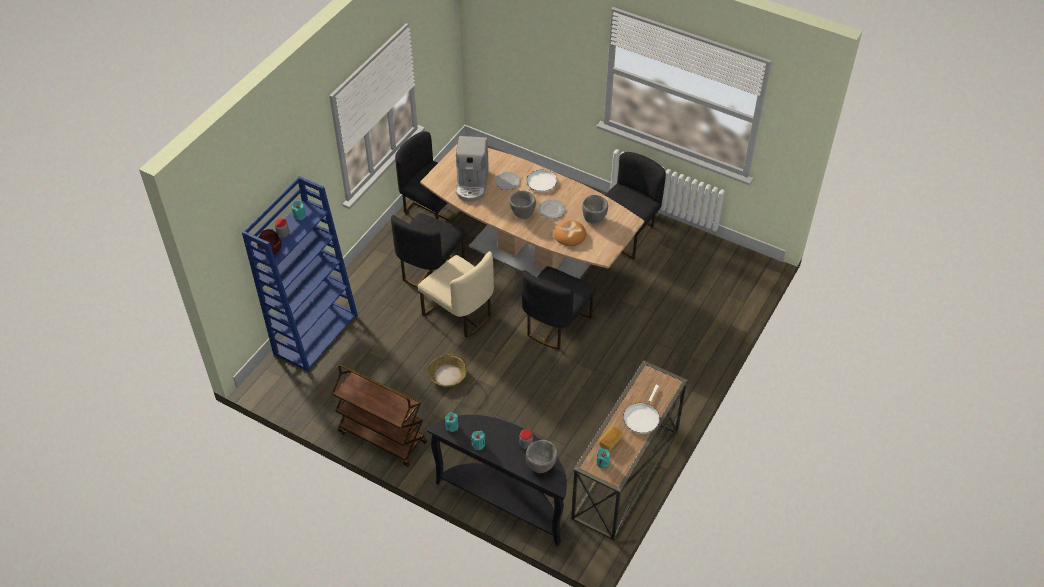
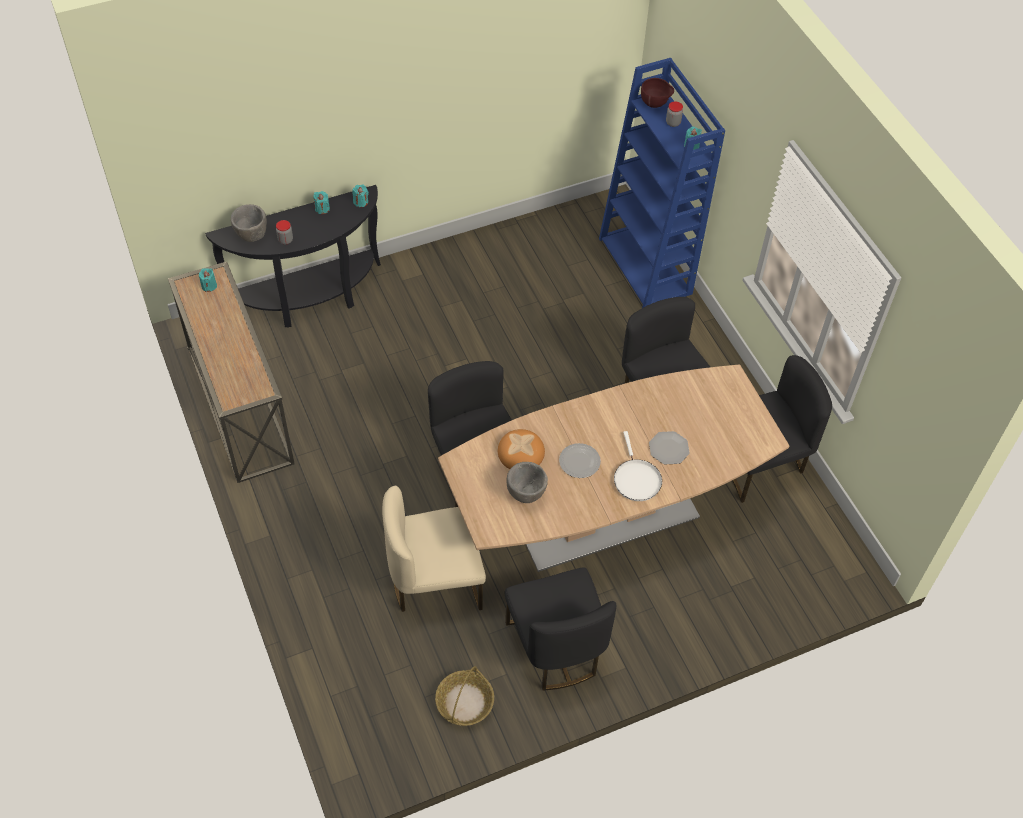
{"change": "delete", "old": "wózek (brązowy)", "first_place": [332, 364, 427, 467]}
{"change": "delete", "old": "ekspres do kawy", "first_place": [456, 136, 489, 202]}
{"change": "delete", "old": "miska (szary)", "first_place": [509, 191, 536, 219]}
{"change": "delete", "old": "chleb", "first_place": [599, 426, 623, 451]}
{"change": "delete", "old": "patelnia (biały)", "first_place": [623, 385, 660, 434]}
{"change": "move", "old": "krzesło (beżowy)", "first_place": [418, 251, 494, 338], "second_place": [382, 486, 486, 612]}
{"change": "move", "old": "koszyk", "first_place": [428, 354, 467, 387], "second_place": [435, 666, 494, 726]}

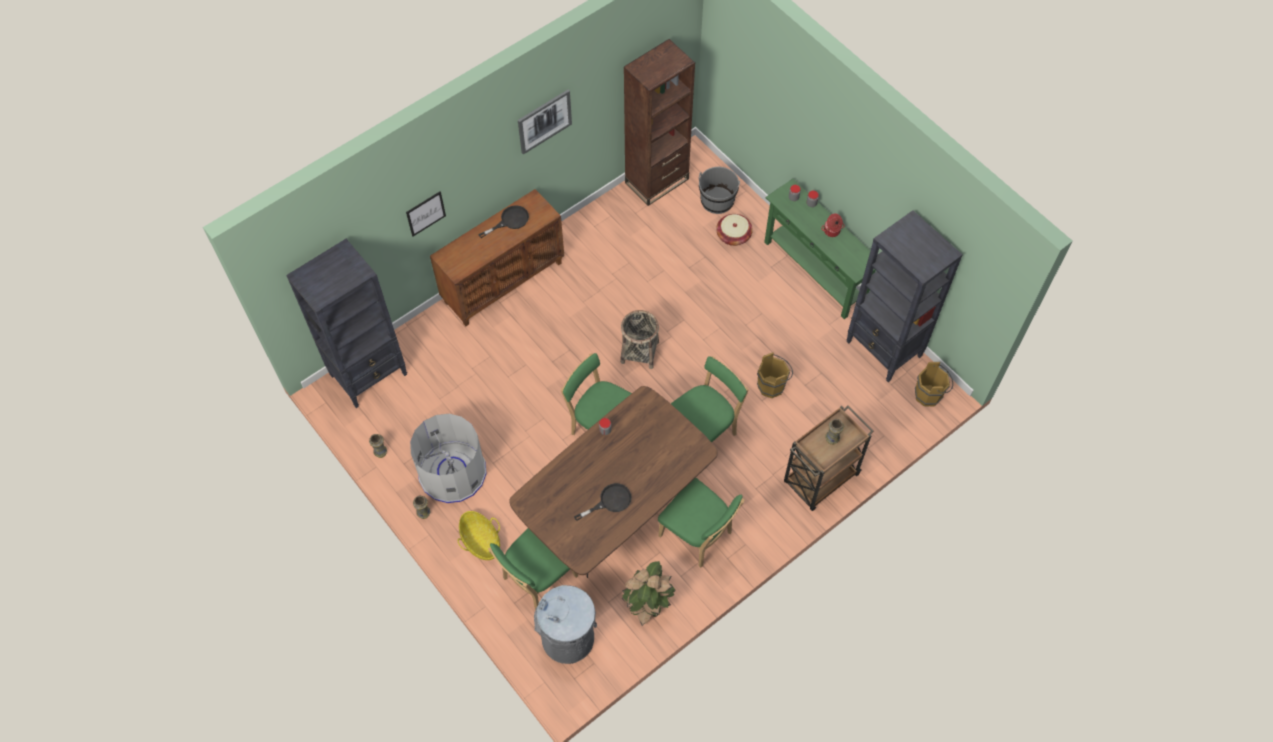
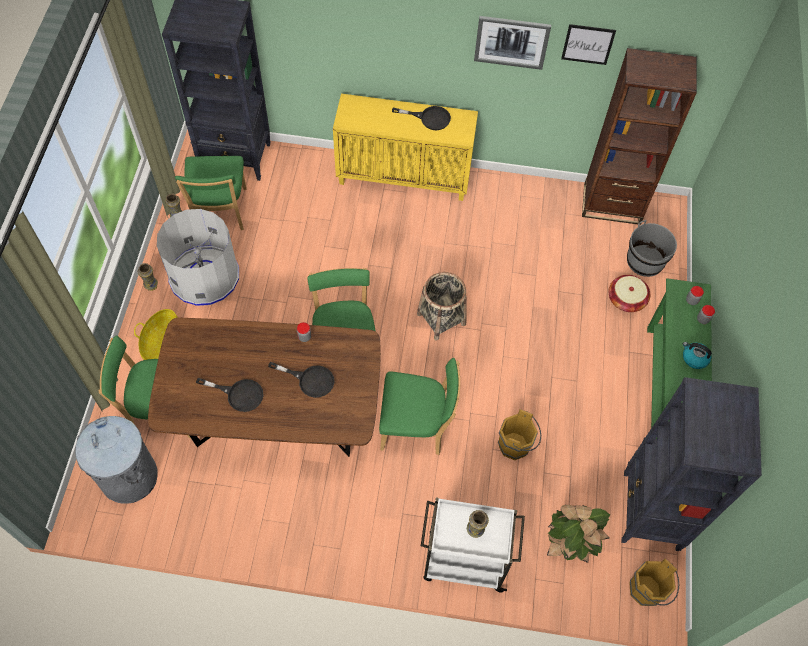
{"change": "insert", "new": "patelnia (czarny)", "second_place": [268, 362, 334, 398]}
{"change": "move", "old": "obraz", "first_place": [406, 192, 446, 236], "second_place": [561, 24, 616, 65]}
{"change": "move", "old": "roślina doniczkowa", "first_place": [622, 561, 675, 626], "second_place": [547, 505, 610, 563]}
{"change": "move", "old": "krzesło (zielony)", "first_place": [658, 478, 745, 568], "second_place": [175, 156, 247, 230]}
{"change": "replace", "old": "garnek", "new": "czajnik", "first_place": [821, 214, 845, 237], "second_place": [683, 342, 712, 369]}
{"change": "recolor", "old": "szafka (brązowy)", "new": "szafka (żółty)", "first_place": [430, 189, 564, 326], "second_place": [333, 93, 478, 201]}
{"change": "recolor", "old": "wózek (brązowy)", "new": "wózek (biały)", "first_place": [784, 406, 874, 511], "second_place": [421, 497, 525, 593]}

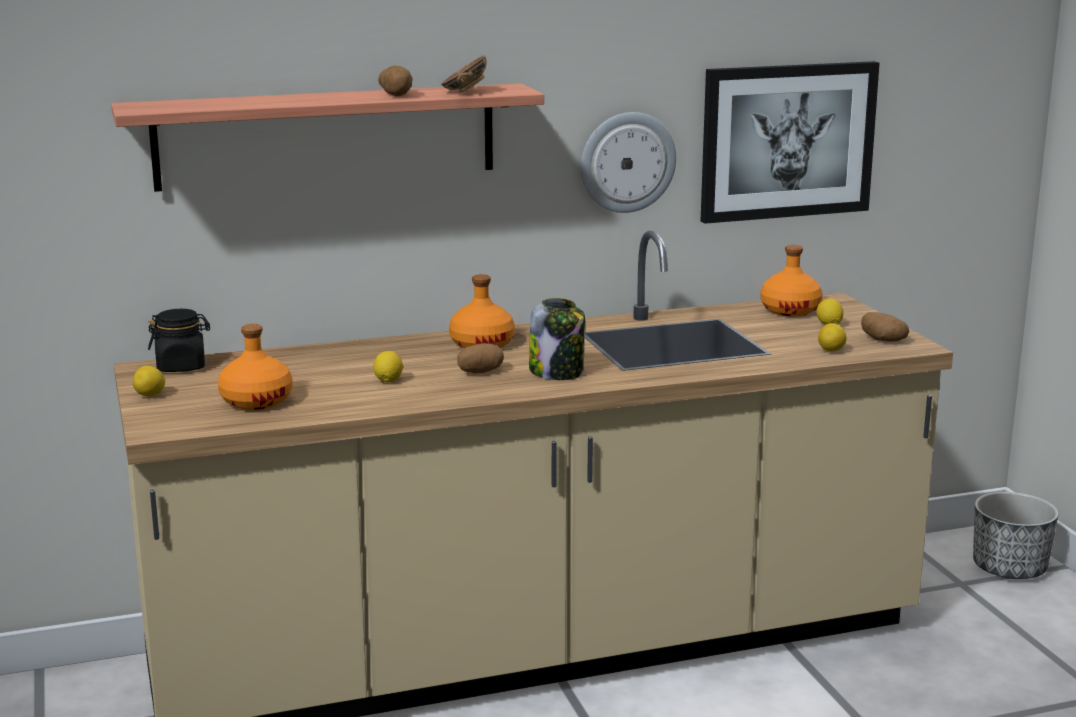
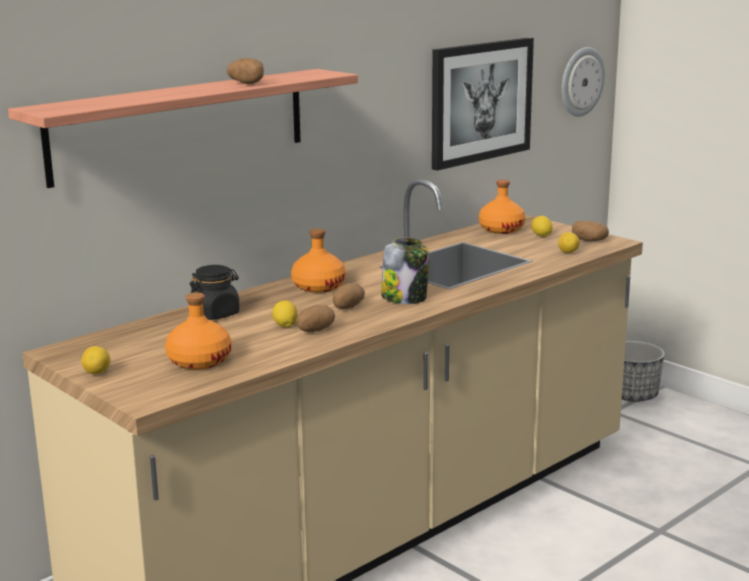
{"change": "delete", "old": "miska", "first_place": [441, 55, 486, 93]}
{"change": "insert", "new": "ziemniak", "second_place": [297, 305, 335, 332]}
{"change": "move", "old": "słoik (czarny)", "first_place": [148, 309, 210, 372], "second_place": [190, 265, 240, 320]}
{"change": "move", "old": "zegar ścienny", "first_place": [581, 112, 676, 213], "second_place": [562, 47, 605, 117]}

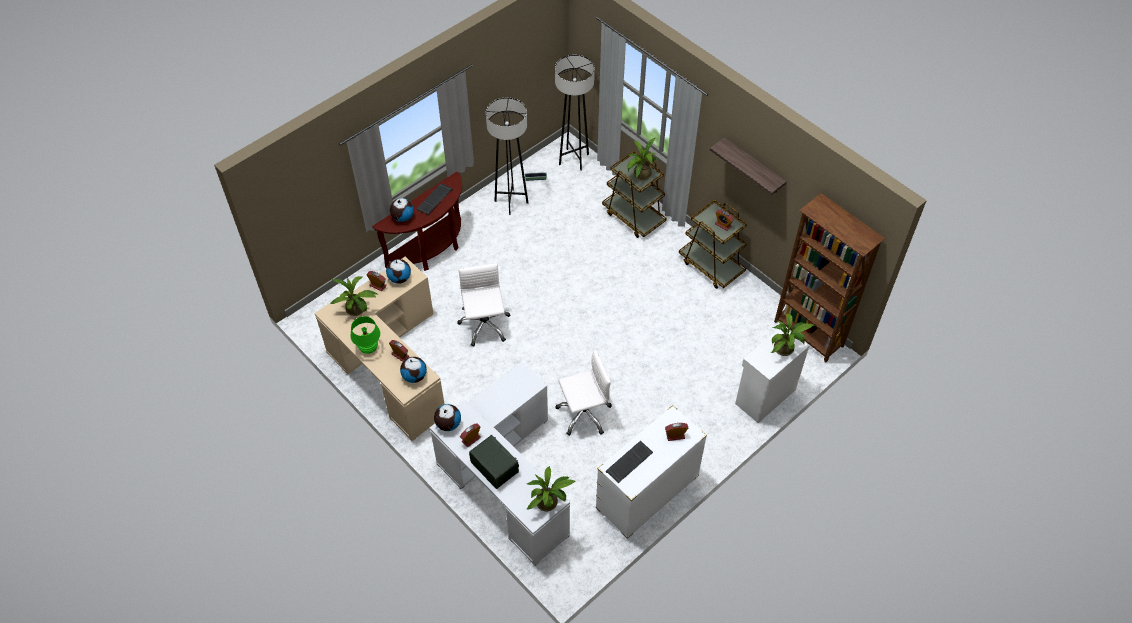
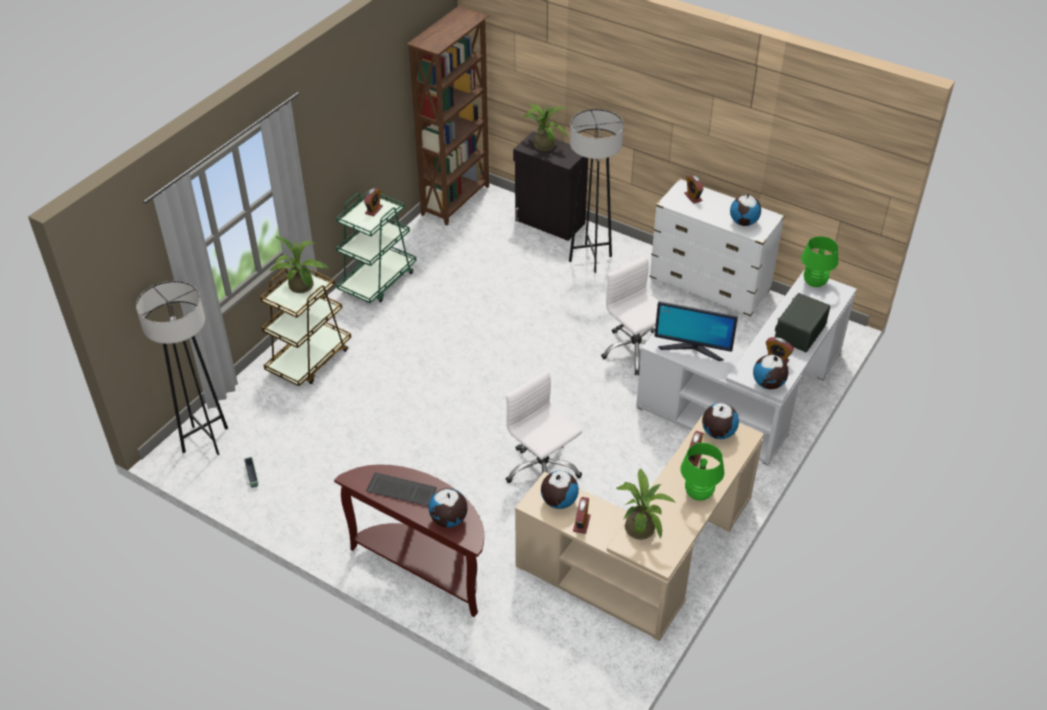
{"change": "delete", "old": "półka", "first_place": [710, 137, 787, 195]}
{"change": "insert", "new": "monitor", "second_place": [654, 301, 738, 361]}
{"change": "move", "old": "lampa stojąca (szary)", "first_place": [486, 98, 529, 215], "second_place": [569, 109, 624, 273]}
{"change": "replace", "old": "roślina doniczkowa", "new": "lampa stołowa (zielony)", "first_place": [527, 466, 576, 511], "second_place": [801, 236, 838, 287]}
{"change": "replace", "old": "klawiatura", "new": "globus", "first_place": [606, 440, 653, 483], "second_place": [730, 193, 761, 226]}
{"change": "recolor", "old": "wózek (brązowy)", "new": "wózek (zielony)", "first_place": [679, 199, 747, 289], "second_place": [336, 190, 416, 303]}
{"change": "recolor", "old": "szafka (biały)", "new": "szafka (czarny)", "first_place": [735, 328, 809, 423], "second_place": [513, 131, 588, 241]}
{"change": "rotate", "old": "krzesło biurowe (biały)", "first_place": [457, 263, 510, 346], "second_place": [506, 370, 582, 483], "degrees": 75}

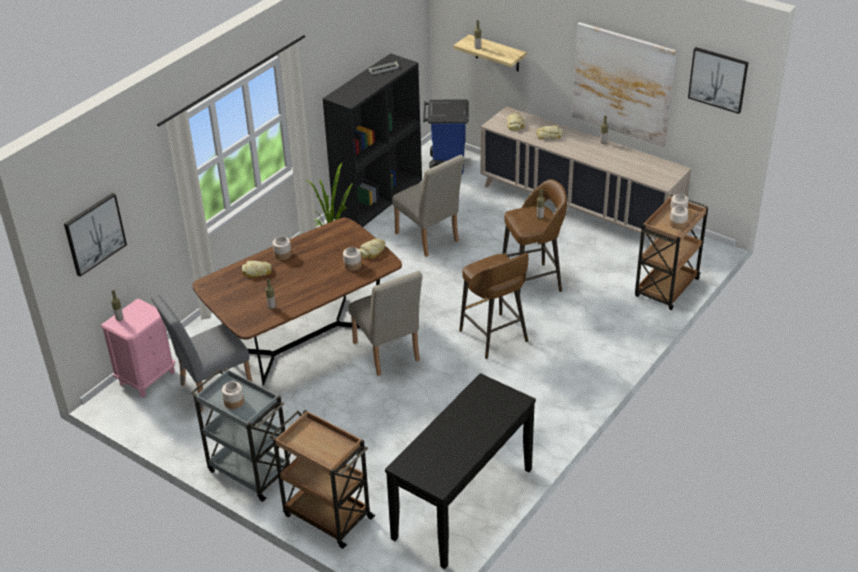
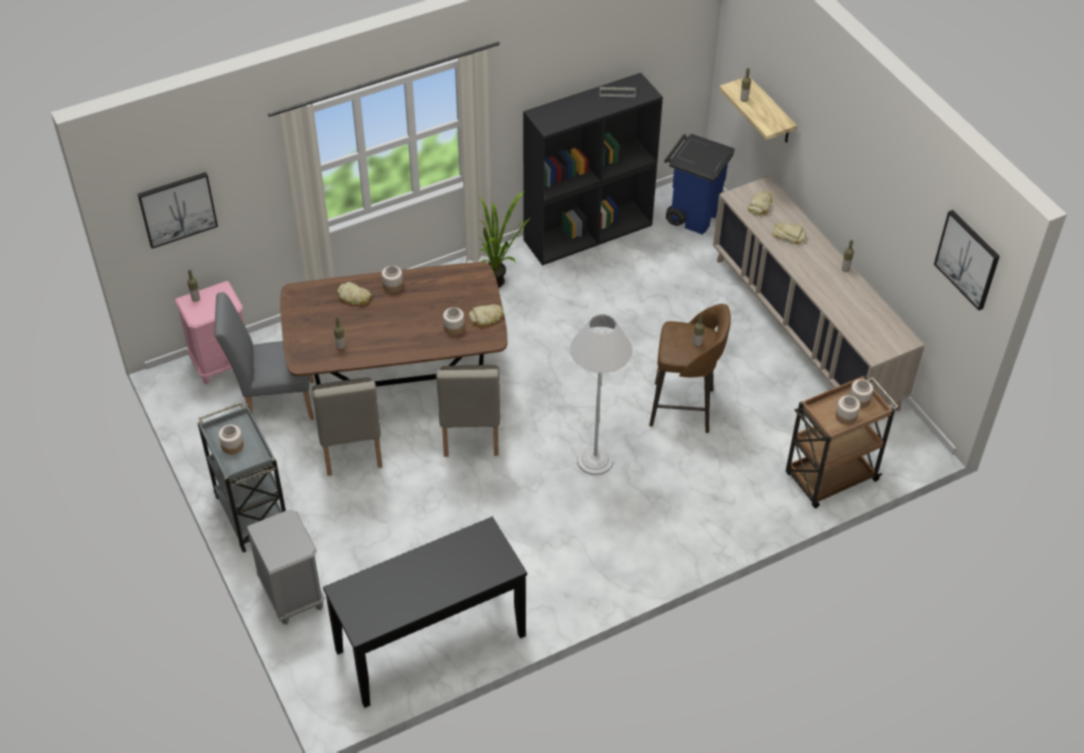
{"change": "delete", "old": "obraz", "first_place": [572, 22, 676, 147]}
{"change": "move", "old": "krzesło (beżowy)", "first_place": [392, 155, 465, 257], "second_place": [312, 377, 382, 476]}
{"change": "replace", "old": "wózek (brązowy)", "new": "szafka nocna (szary)", "first_place": [270, 410, 375, 549], "second_place": [246, 510, 325, 625]}
{"change": "replace", "old": "stołek (brązowy)", "new": "lampa stojąca (biały)", "first_place": [459, 253, 529, 359], "second_place": [570, 314, 632, 475]}

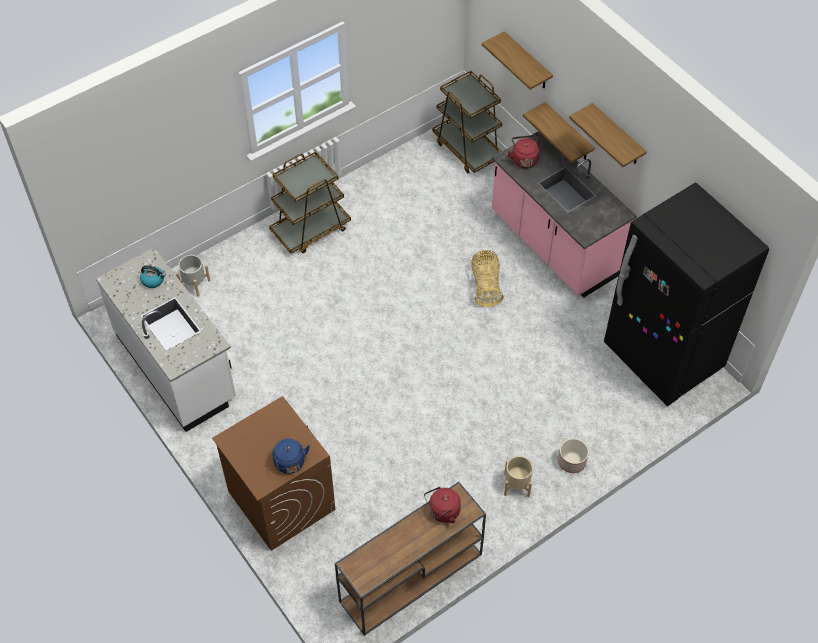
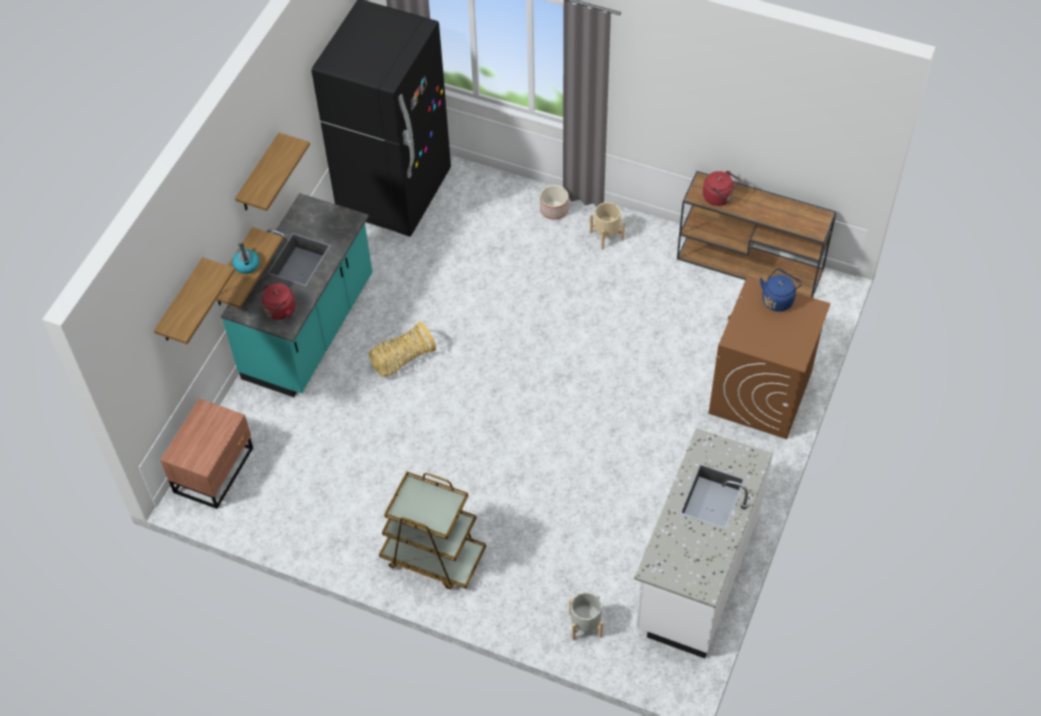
{"change": "move", "old": "czajnik", "first_place": [140, 265, 166, 288], "second_place": [232, 242, 260, 274]}
{"change": "replace", "old": "wózek (brązowy)", "new": "szafka nocna (brązowy)", "first_place": [433, 71, 502, 173], "second_place": [160, 399, 253, 509]}
{"change": "recolor", "old": "zabudowa kuchenna (różowy)", "new": "zabudowa kuchenna (turkusowy)", "first_place": [492, 131, 637, 298], "second_place": [221, 193, 372, 397]}

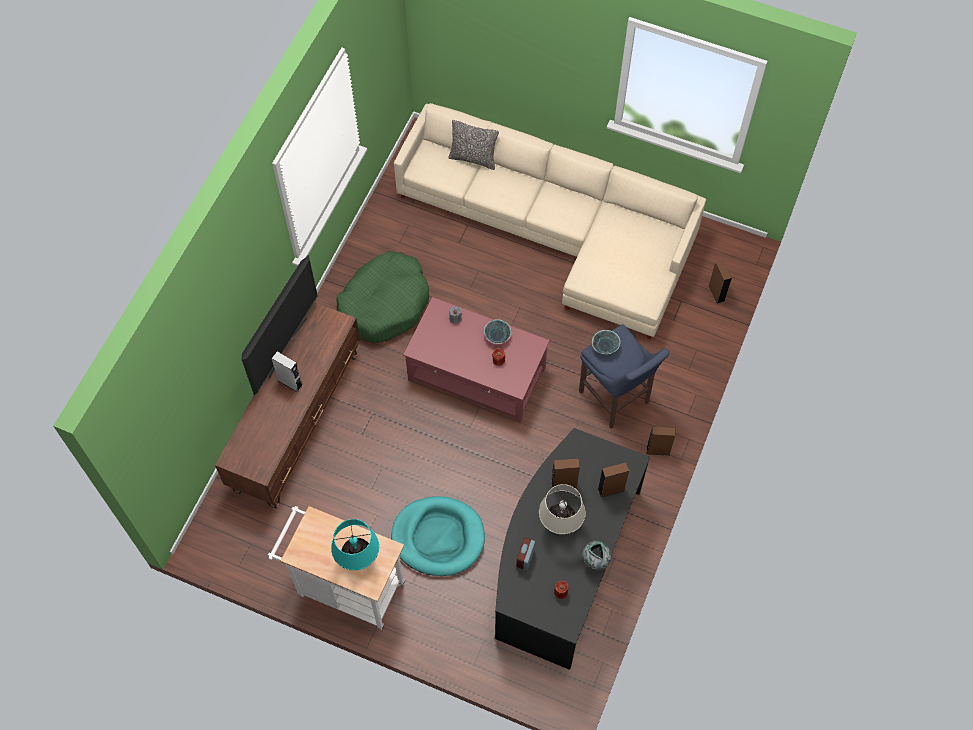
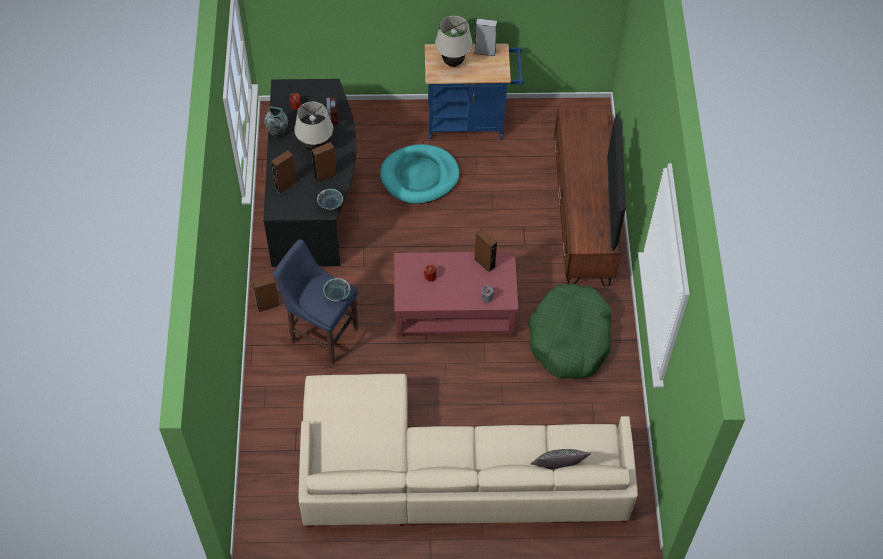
{"change": "move", "old": "głośnik (szary)", "first_place": [272, 352, 303, 392], "second_place": [474, 19, 497, 56]}
{"change": "move", "old": "miska", "first_place": [484, 319, 511, 344], "second_place": [317, 189, 343, 210]}
{"change": "move", "old": "głośnik (brązowy)", "first_place": [709, 261, 732, 304], "second_place": [474, 229, 497, 272]}
{"change": "recolor", "old": "wózek (biały)", "new": "wózek (niebieski)", "first_place": [268, 506, 405, 630], "second_place": [425, 44, 524, 140]}
{"change": "recolor", "old": "lampa stołowa (turkusowy)", "new": "lampa stołowa (beżowy)", "first_place": [331, 519, 379, 570], "second_place": [435, 16, 473, 67]}

